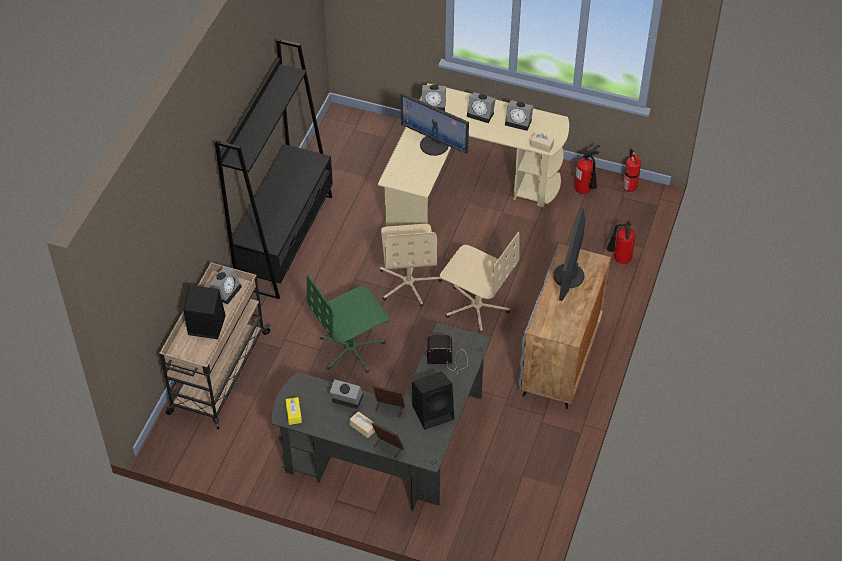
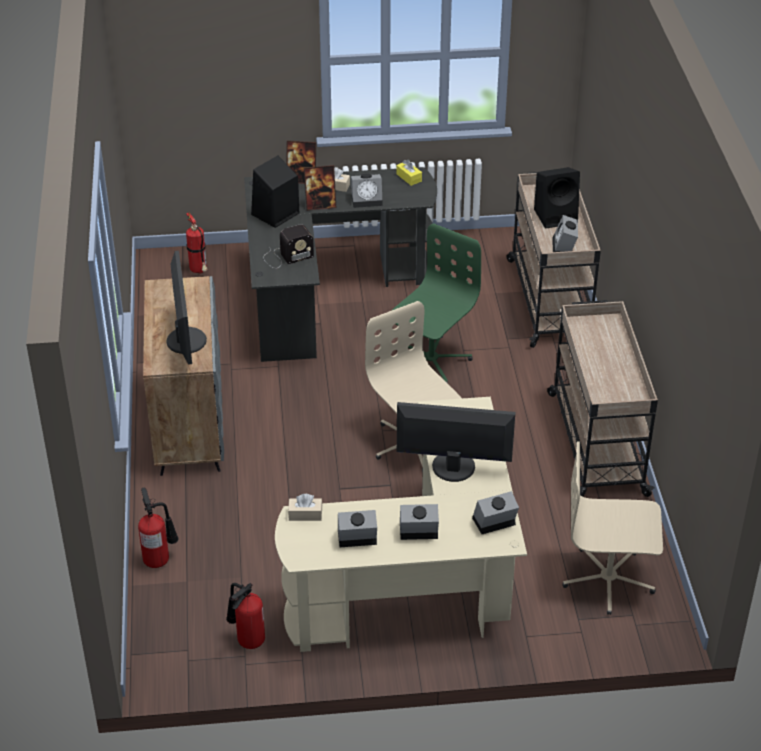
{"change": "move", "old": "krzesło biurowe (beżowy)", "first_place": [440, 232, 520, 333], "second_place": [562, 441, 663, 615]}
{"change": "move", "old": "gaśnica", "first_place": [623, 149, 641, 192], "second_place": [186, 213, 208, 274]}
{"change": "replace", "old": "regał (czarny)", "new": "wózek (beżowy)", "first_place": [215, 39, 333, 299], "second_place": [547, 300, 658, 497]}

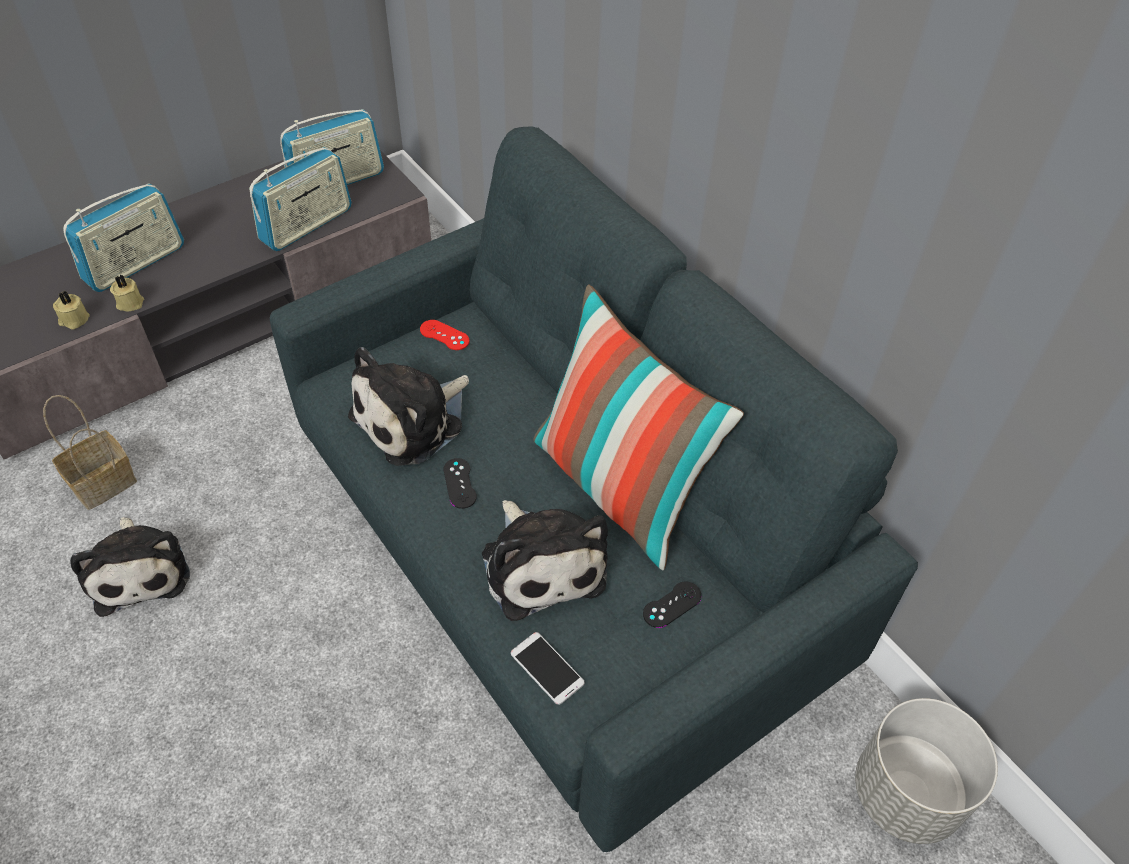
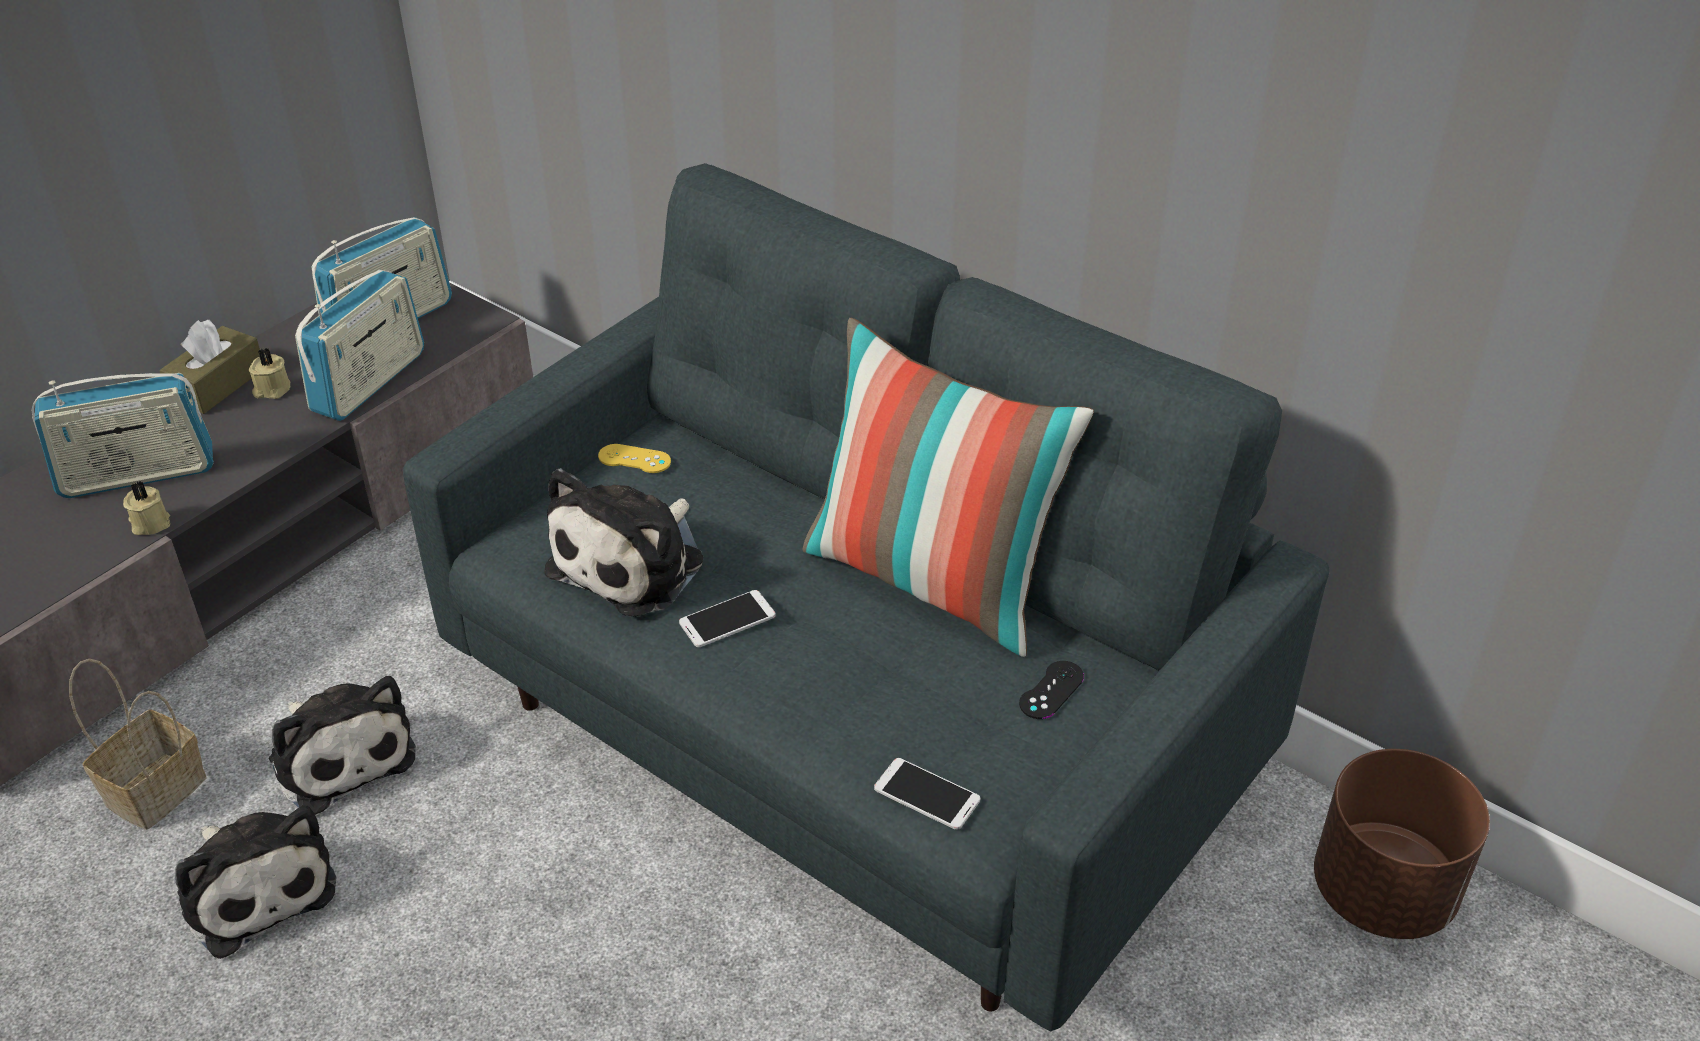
{"change": "insert", "new": "pudełko chusteczek (brązowy)", "second_place": [160, 320, 260, 414]}
{"change": "move", "old": "świeca (beżowy)", "first_place": [53, 291, 90, 330], "second_place": [249, 348, 290, 399]}
{"change": "move", "old": "pluszak", "first_place": [482, 500, 608, 621], "second_place": [269, 676, 416, 815]}
{"change": "replace", "old": "pad do gier (czarny)", "new": "telefon", "first_place": [443, 458, 477, 509], "second_place": [679, 590, 776, 647]}
{"change": "recolor", "old": "pad do gier (czerwony)", "new": "pad do gier (żółty)", "first_place": [420, 320, 469, 350], "second_place": [598, 444, 671, 473]}
{"change": "recolor", "old": "donica (szary)", "new": "donica (brązowy)", "first_place": [855, 698, 998, 844], "second_place": [1314, 749, 1490, 939]}
{"change": "rotate", "old": "radio", "first_place": [63, 183, 184, 292], "second_place": [32, 373, 214, 498], "degrees": 45}

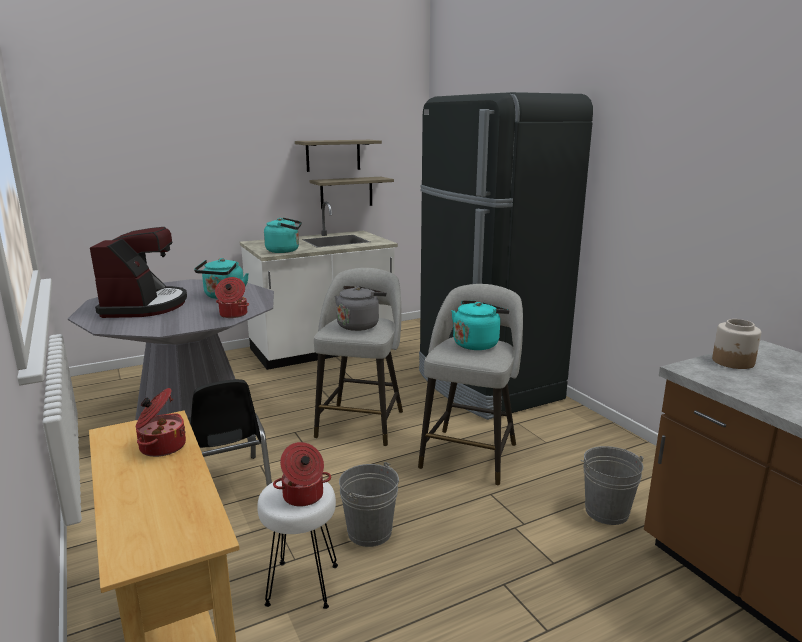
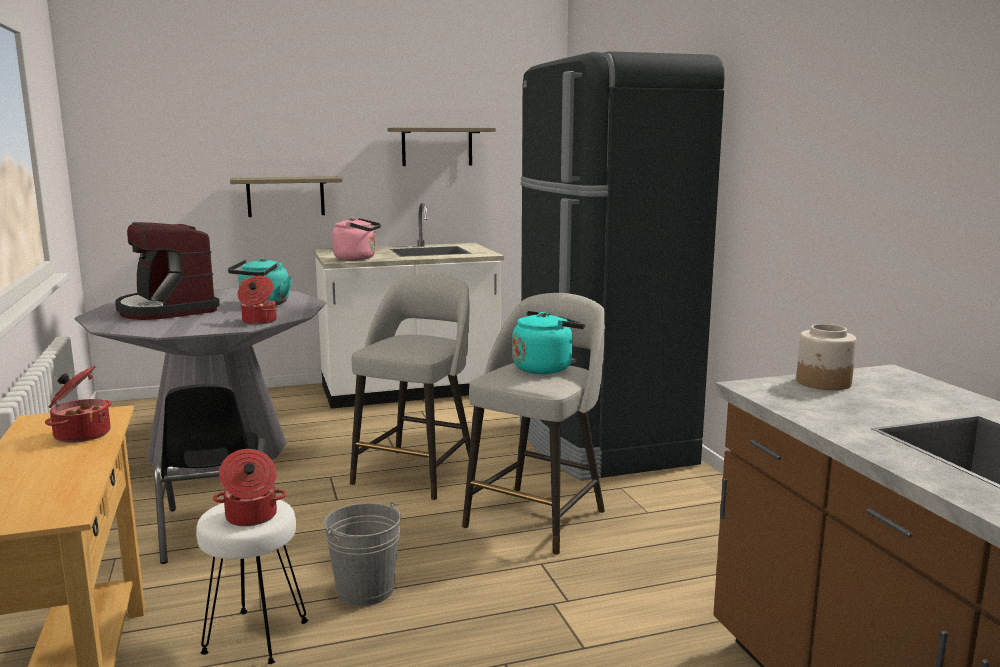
{"change": "delete", "old": "czajnik (szary)", "first_place": [335, 286, 387, 331]}
{"change": "delete", "old": "wiadro (szary)", "first_place": [581, 446, 643, 525]}
{"change": "move", "old": "półka", "first_place": [310, 177, 394, 209], "second_place": [230, 176, 342, 217]}
{"change": "recolor", "old": "czajnik (turkusowy)", "new": "czajnik (różowy)", "first_place": [264, 218, 302, 253], "second_place": [332, 217, 381, 260]}
{"change": "rotate", "old": "ekspres do kawy", "first_place": [90, 227, 187, 318], "second_place": [115, 222, 220, 320], "degrees": 135}

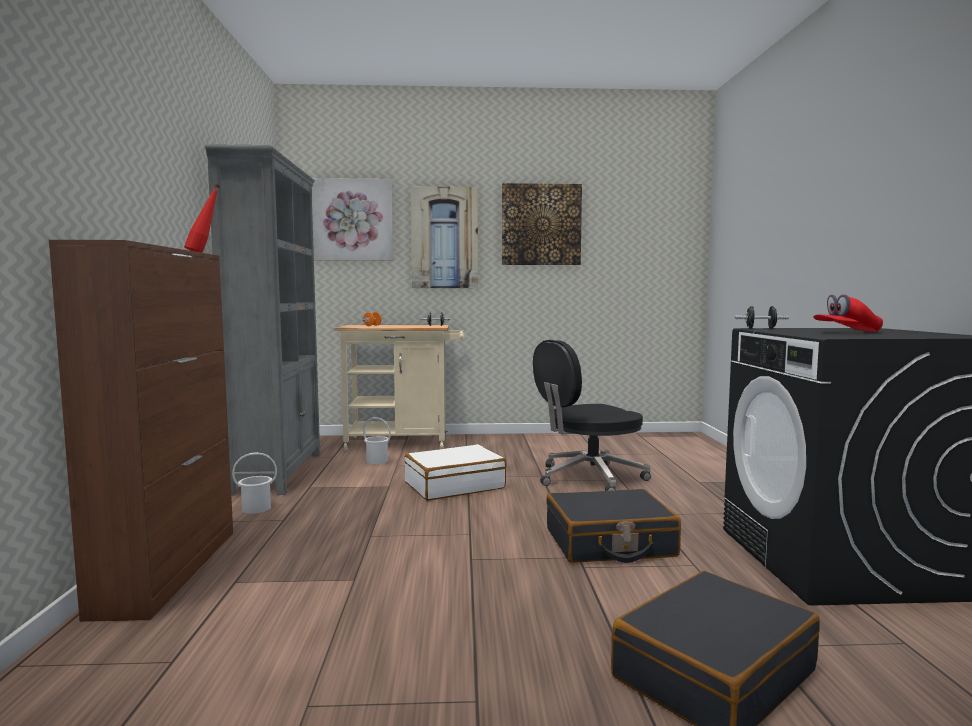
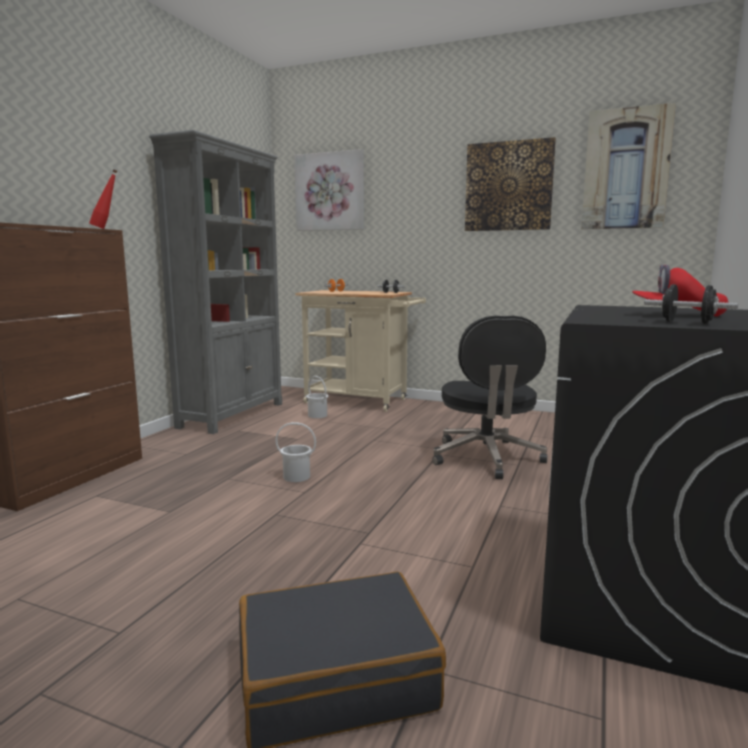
{"change": "delete", "old": "walizka (biały)", "first_place": [404, 444, 507, 501]}
{"change": "delete", "old": "walizka (czarny)", "first_place": [546, 489, 681, 563]}
{"change": "move", "old": "wiadro (biały)", "first_place": [232, 452, 277, 514], "second_place": [275, 422, 316, 482]}
{"change": "move", "old": "obraz", "first_place": [411, 186, 478, 288], "second_place": [581, 103, 676, 229]}
{"change": "move", "old": "hantel (czarny)", "first_place": [735, 306, 789, 329], "second_place": [644, 284, 738, 324]}
{"change": "rotate", "old": "krzesło biurowe (czarny)", "first_place": [533, 340, 651, 491], "second_place": [432, 316, 548, 479], "degrees": -90}

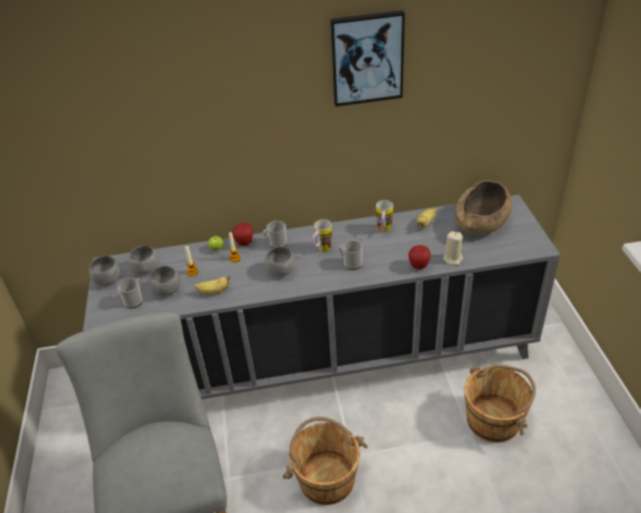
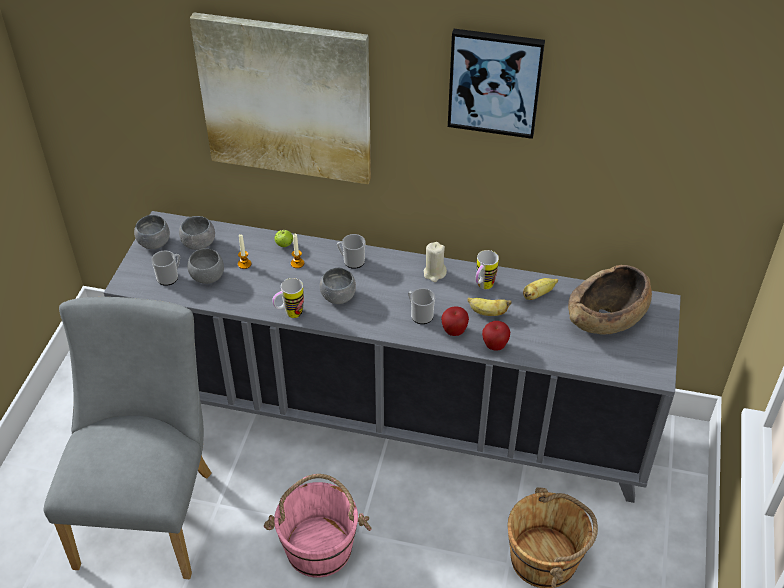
{"change": "insert", "new": "obraz", "second_place": [190, 12, 371, 184]}
{"change": "move", "old": "banan", "first_place": [194, 276, 230, 295], "second_place": [467, 297, 511, 316]}
{"change": "move", "old": "jabłko", "first_place": [232, 223, 253, 246], "second_place": [441, 306, 469, 336]}
{"change": "move", "old": "kubek", "first_place": [313, 219, 332, 252], "second_place": [272, 278, 304, 318]}
{"change": "move", "old": "świeca (beżowy)", "first_place": [443, 231, 463, 265], "second_place": [423, 242, 447, 282]}
{"change": "recolor", "old": "wiadro (brązowy)", "new": "wiadro (różowy)", "first_place": [283, 417, 368, 505], "second_place": [264, 474, 372, 578]}

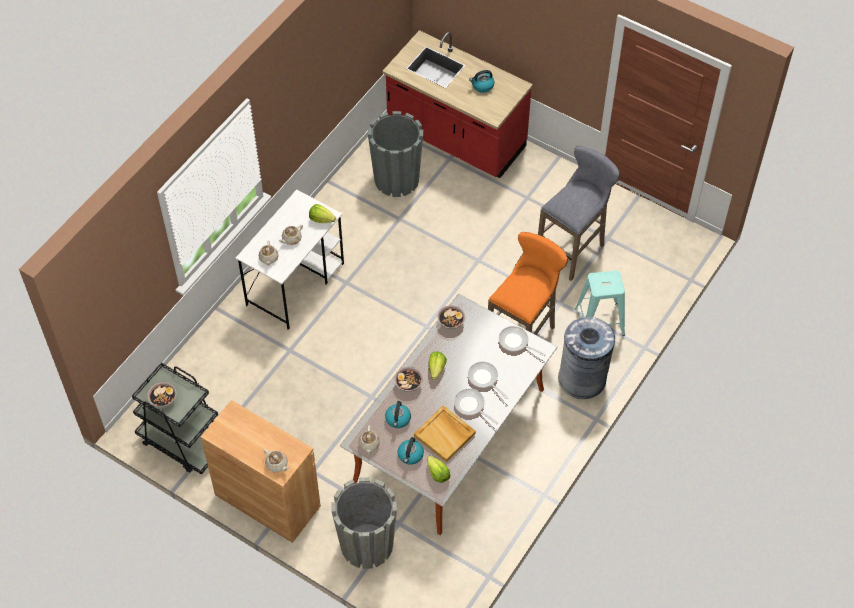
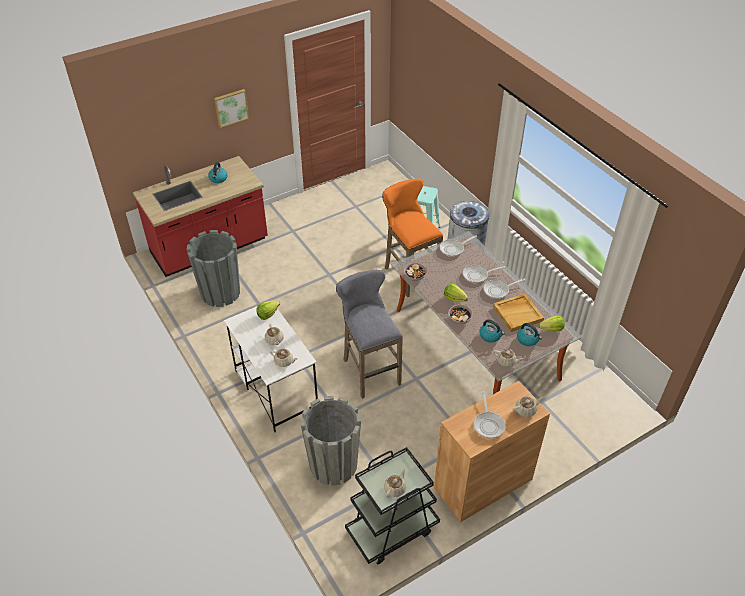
{"change": "insert", "new": "obraz", "second_place": [214, 89, 249, 128]}
{"change": "insert", "new": "patelnia", "second_place": [474, 391, 505, 439]}
{"change": "move", "old": "donica (szary)", "first_place": [332, 477, 397, 569], "second_place": [300, 396, 361, 485]}
{"change": "move", "old": "stołek (szary)", "first_place": [538, 146, 620, 281], "second_place": [336, 270, 403, 399]}
{"change": "replace", "old": "miska", "new": "imbryk (beżowy)", "first_place": [147, 382, 176, 408], "second_place": [384, 468, 406, 498]}

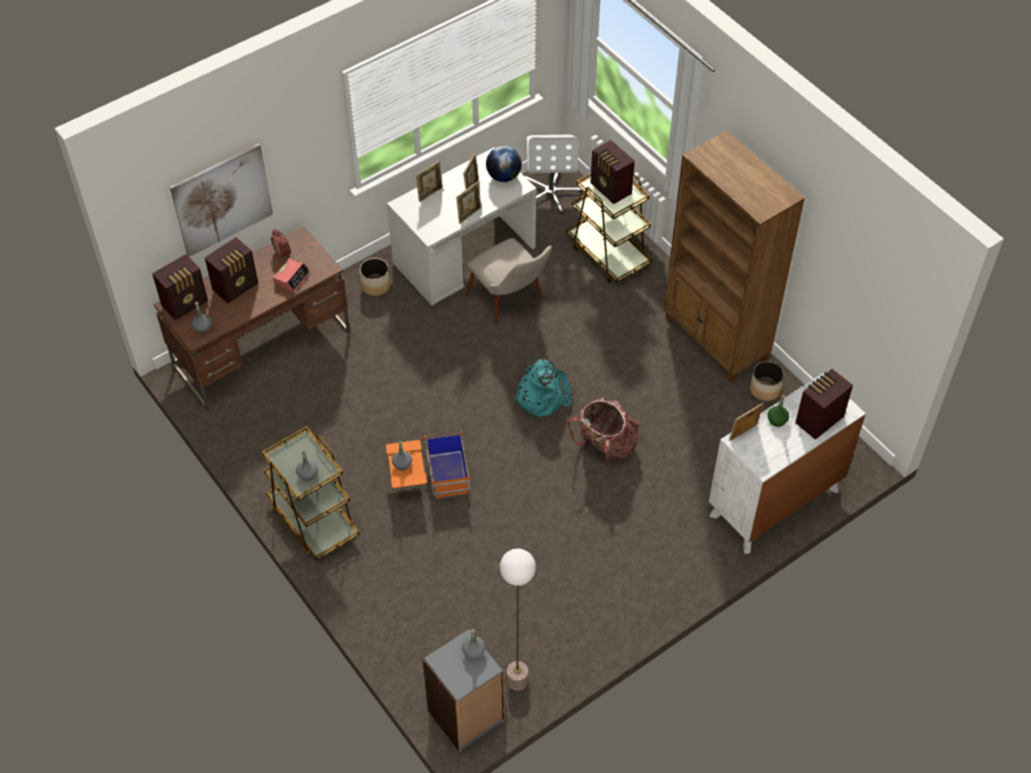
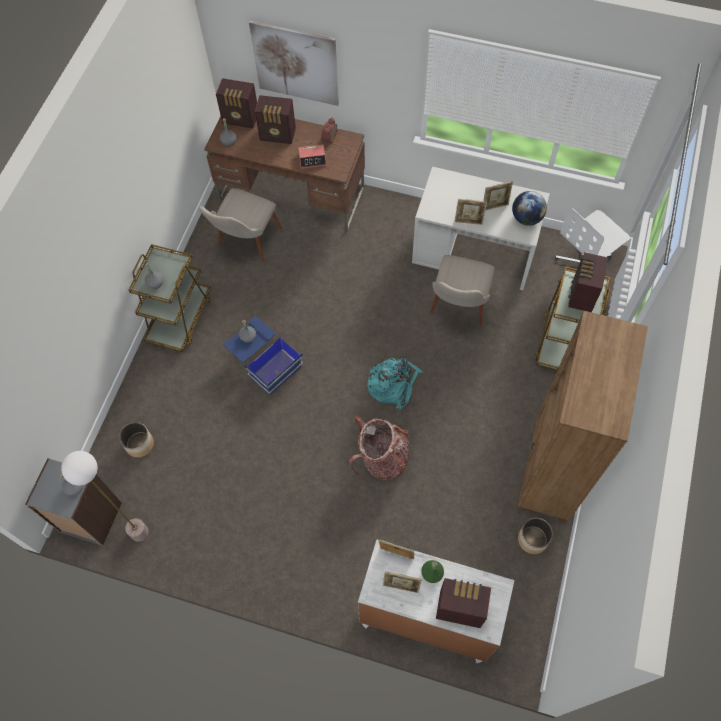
{"change": "insert", "new": "krzesło (beżowy)", "second_place": [199, 188, 282, 261]}
{"change": "move", "old": "donica", "first_place": [359, 258, 391, 296], "second_place": [119, 422, 154, 458]}
{"change": "move", "old": "ramka na zdjęcie", "first_place": [416, 161, 443, 202], "second_place": [383, 571, 422, 593]}
{"change": "recolor", "old": "pojemnik do przechowywania (pomarańczowy)", "new": "pojemnik do przechowywania (niebieski)", "first_place": [386, 430, 470, 498], "second_place": [224, 316, 303, 395]}

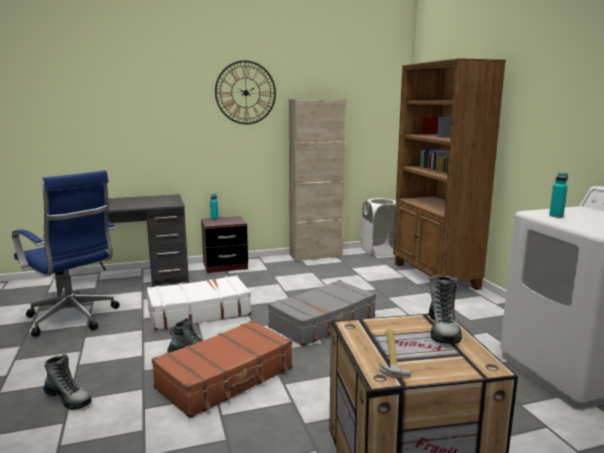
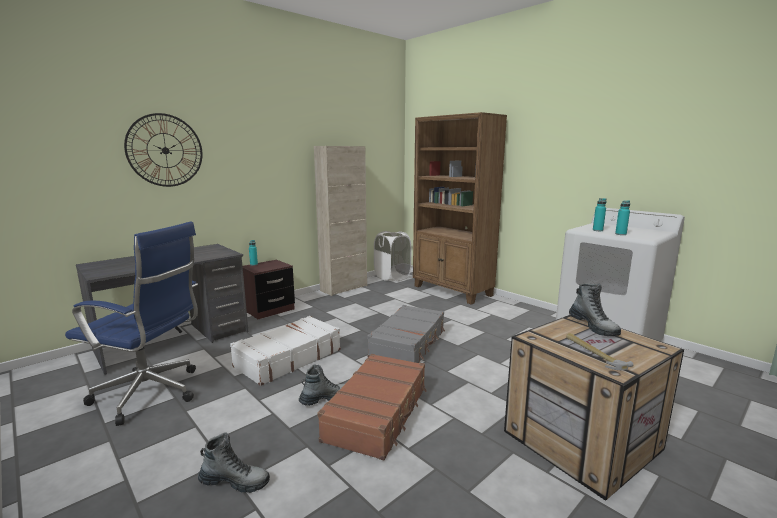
{"change": "insert", "new": "butelka (turkusowy)", "second_place": [615, 201, 630, 235]}
{"change": "move", "old": "zegar ścienny", "first_place": [215, 61, 276, 124], "second_place": [124, 113, 203, 187]}

